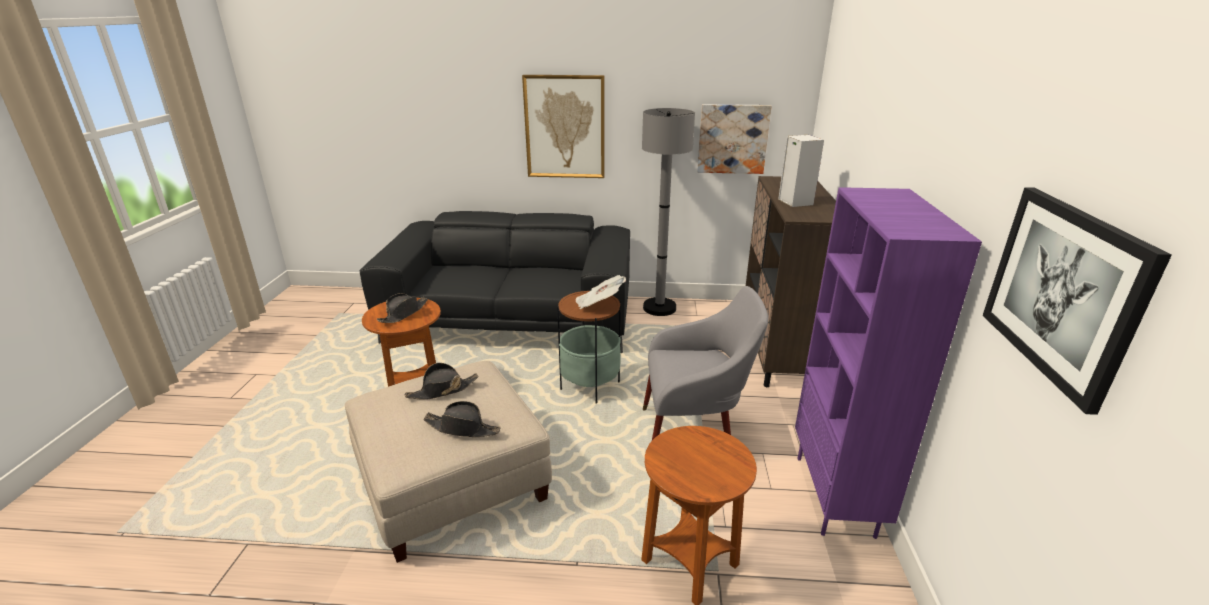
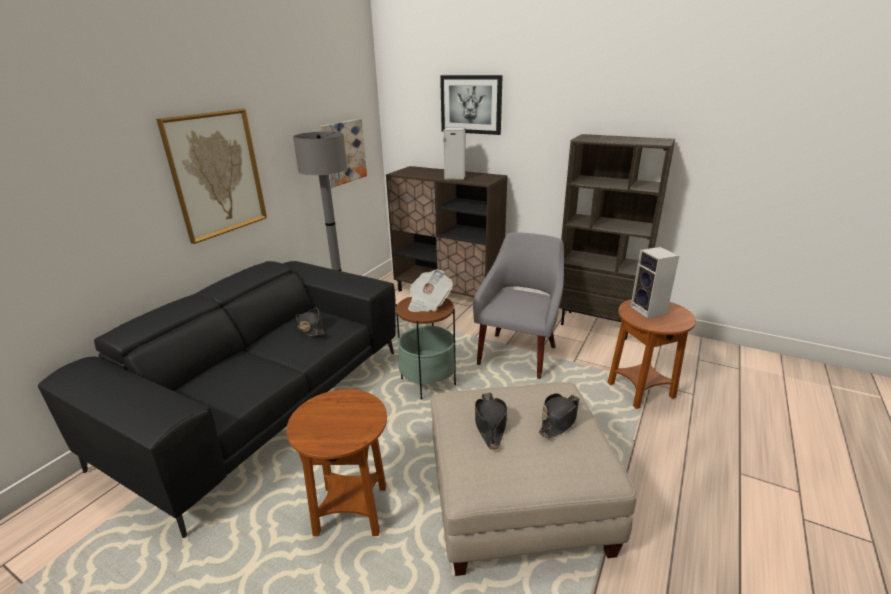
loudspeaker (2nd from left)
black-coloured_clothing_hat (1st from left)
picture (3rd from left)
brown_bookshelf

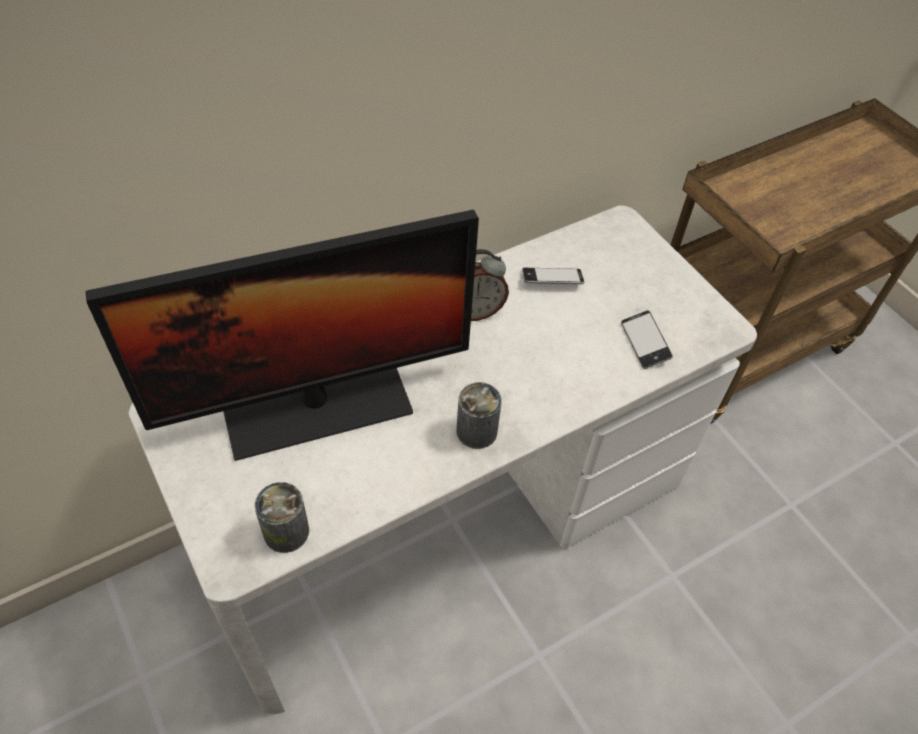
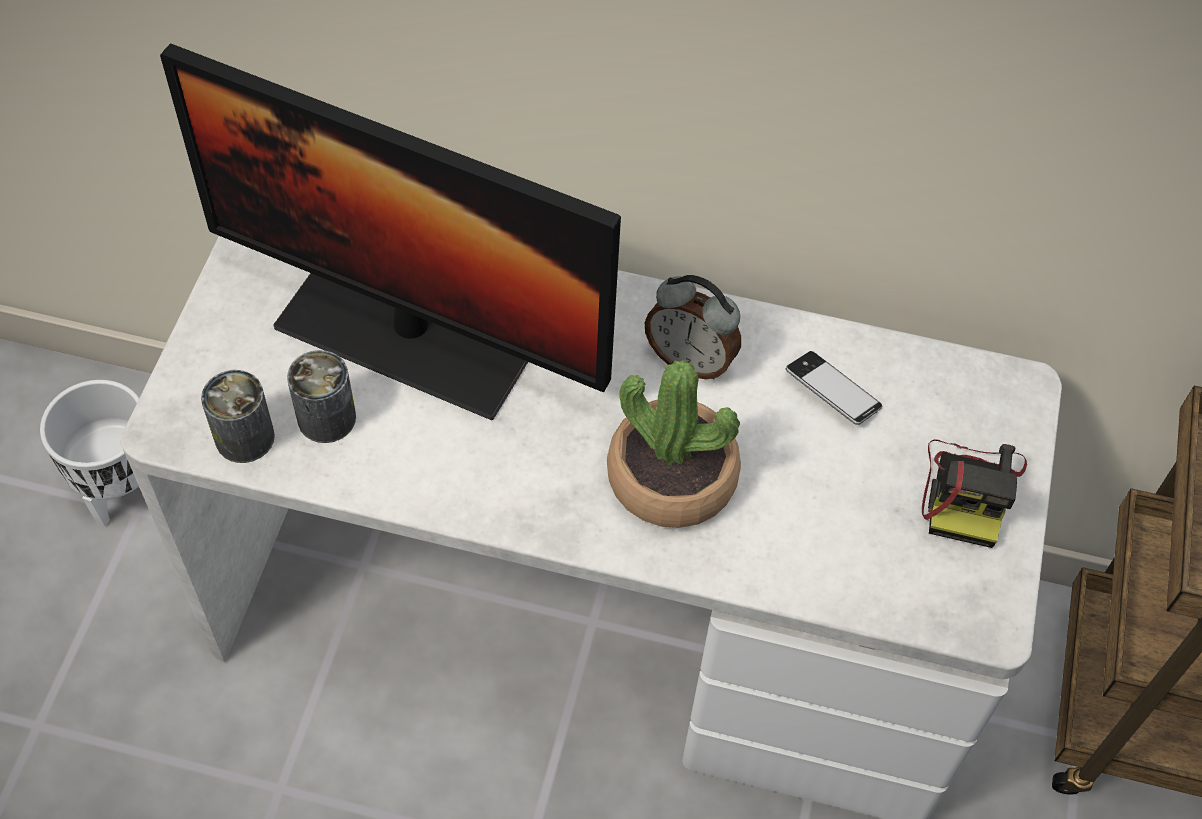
telephone (2nd from left in the first image)
whitish_flower_pot
plant_in_a_pot
photo_camera
can (2nd from left)

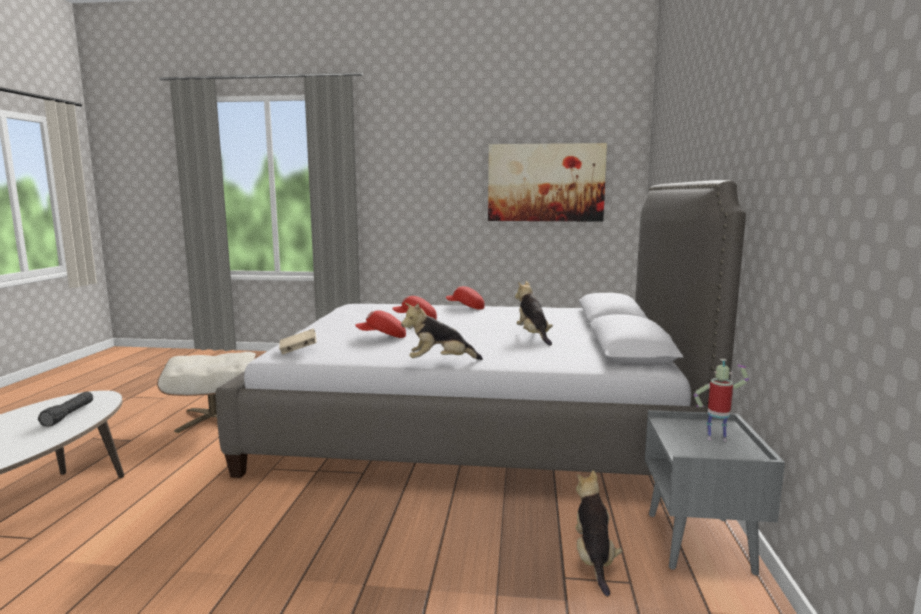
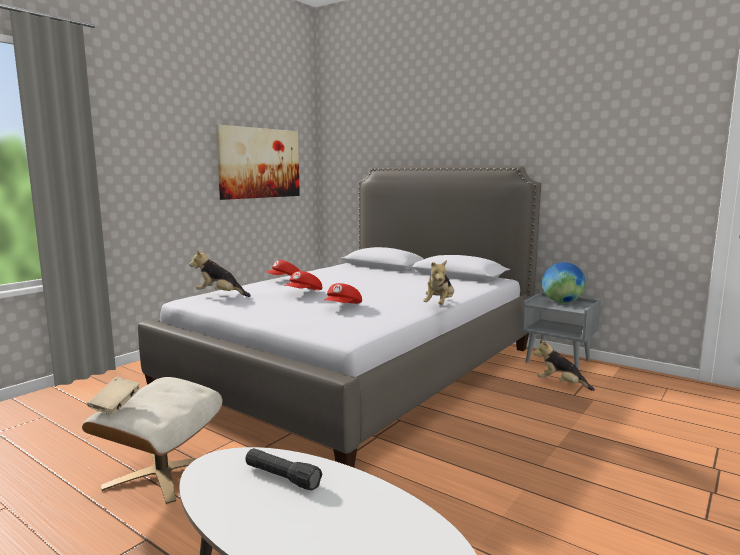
sand-coloured_volume
soft_toy (1st from left)
world_globe

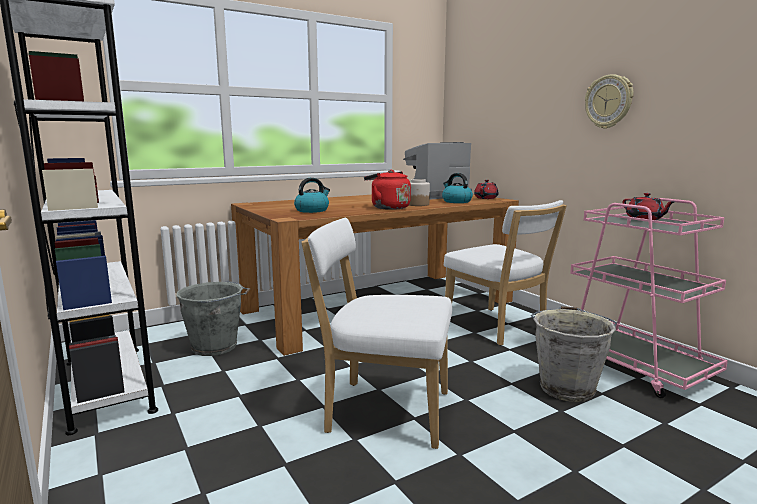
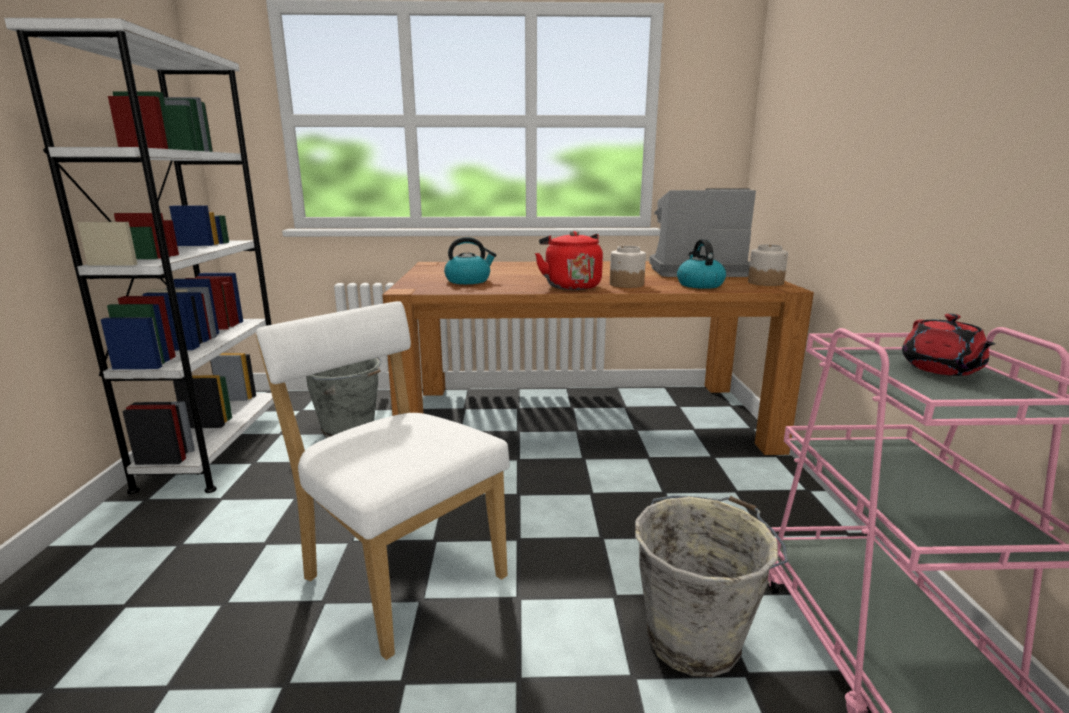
whitish_plain_chair (2nd from left in the first image)
wall_clock
jar (2nd from left)

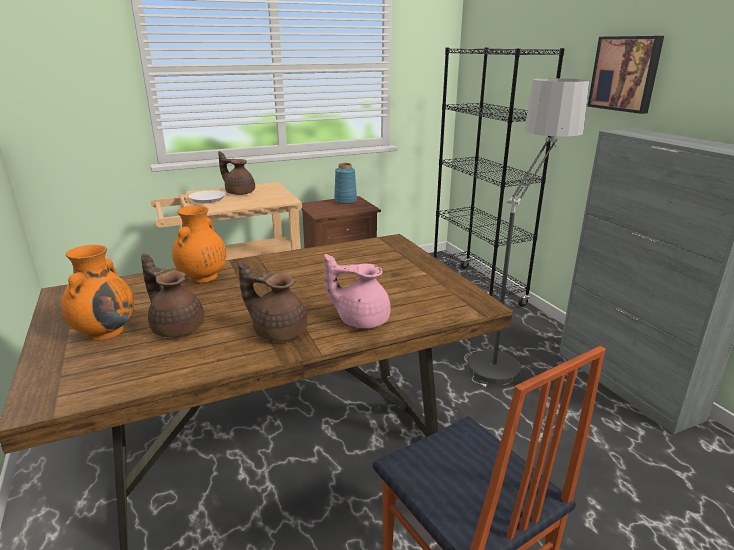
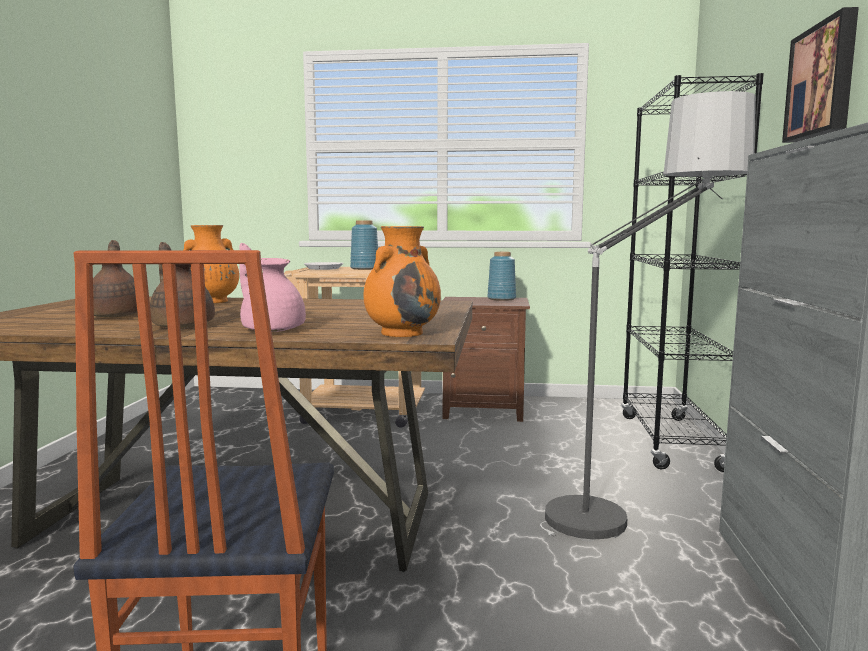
orange-coloured_decorative_vase (2nd from left)
blue-coloured_decorative_vase (1st from left)

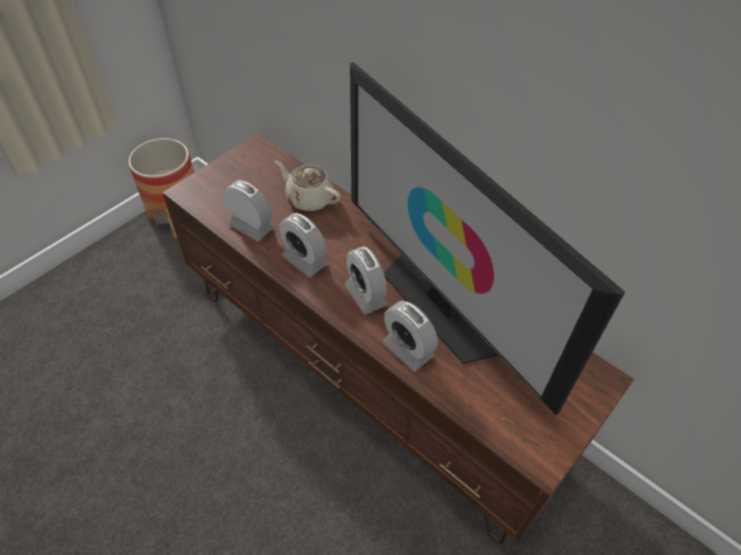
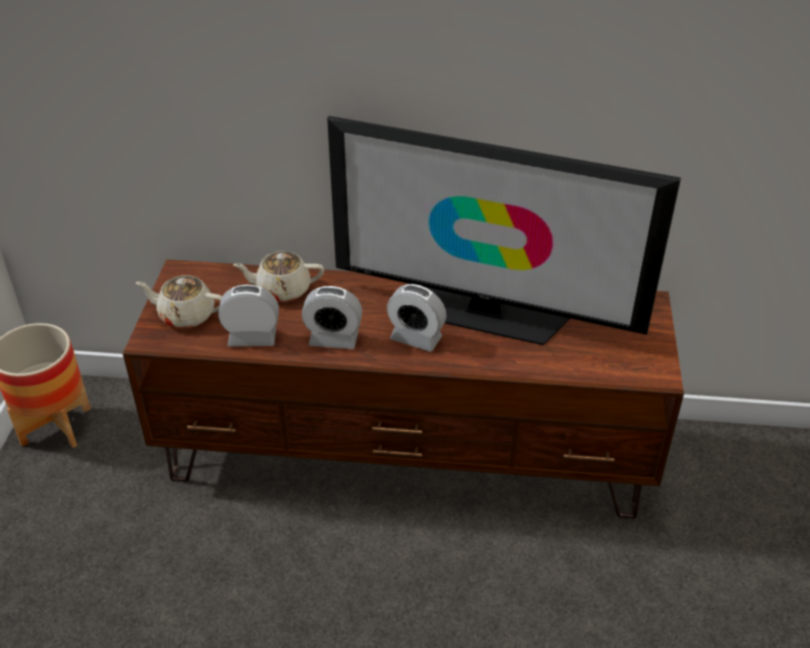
alarm_clock (4th from left in the first image)
sand-coloured_pot_for_tea (1st from left)

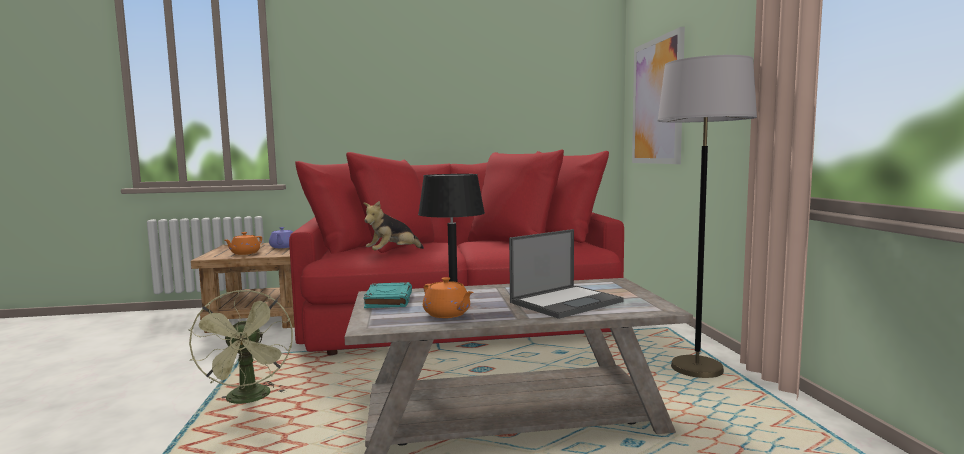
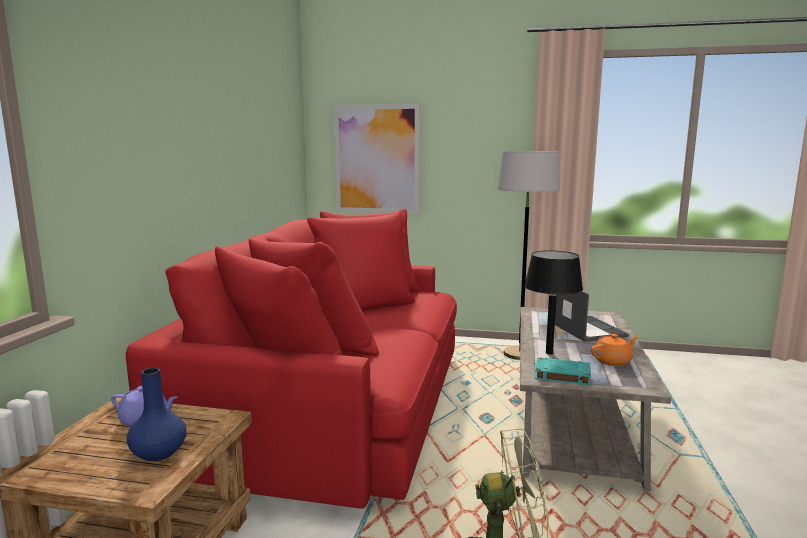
soft_toy
blue-coloured_decorative_vase

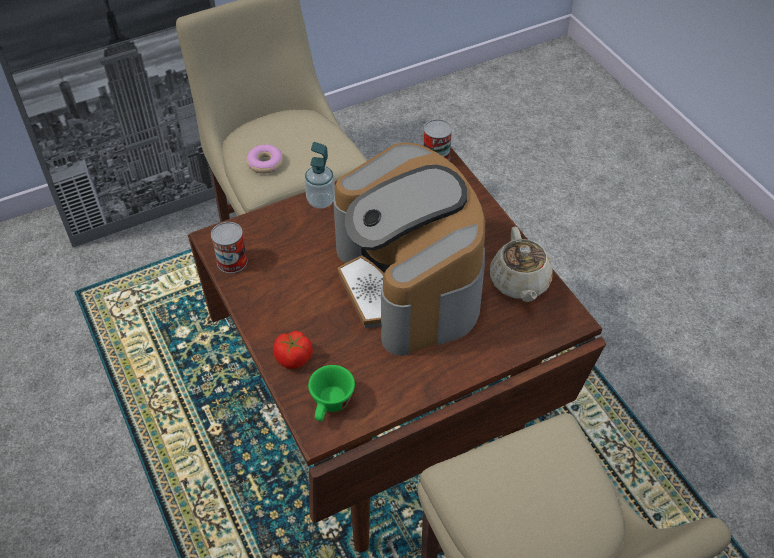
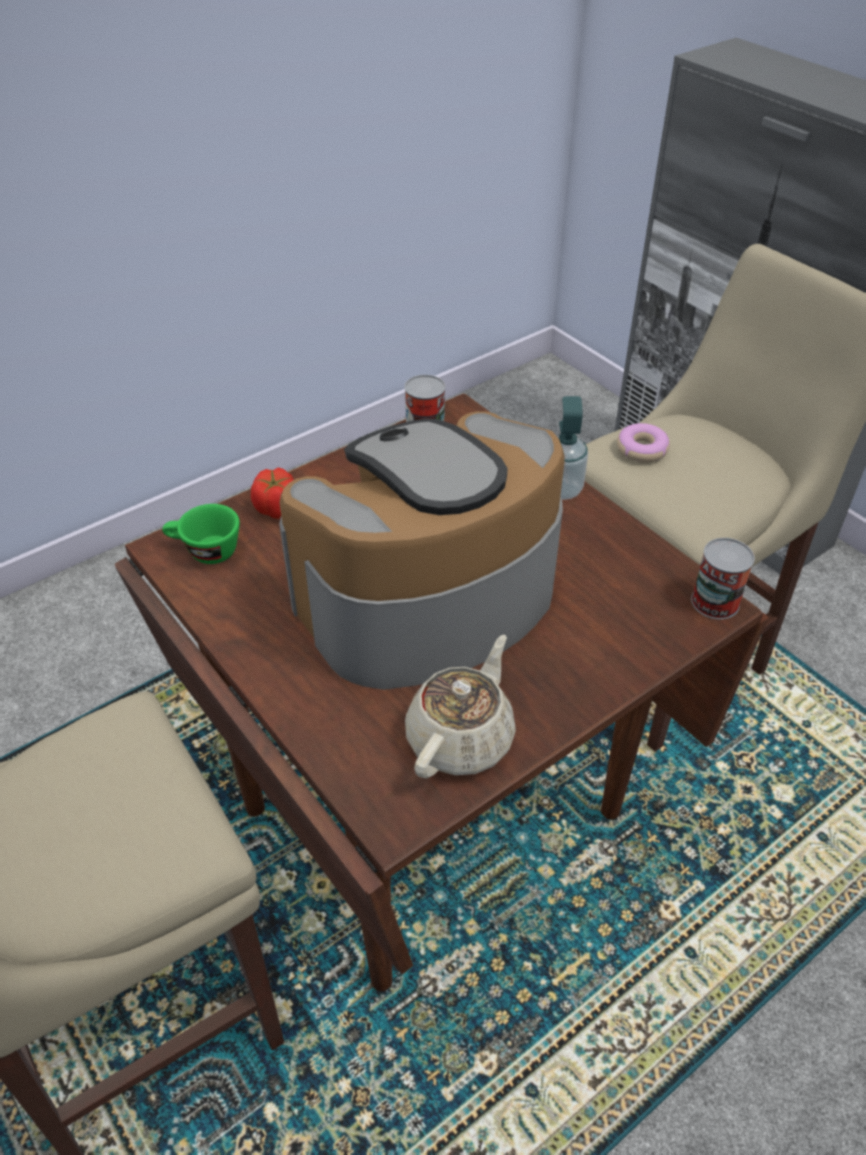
sand-coloured_pot_for_tea

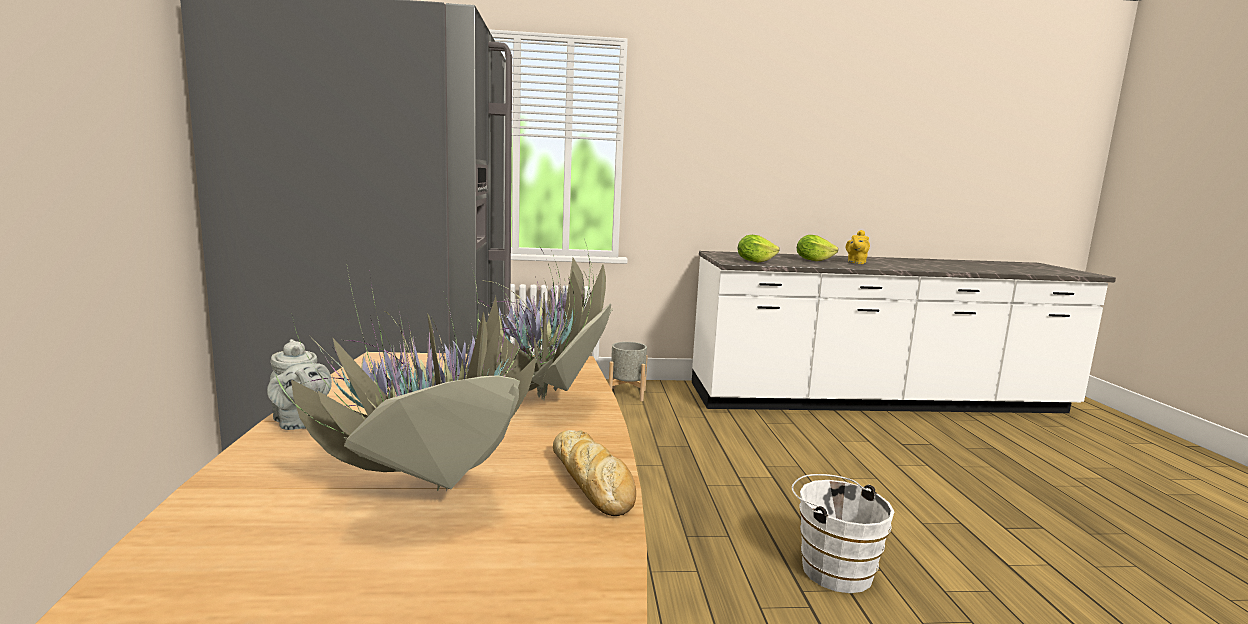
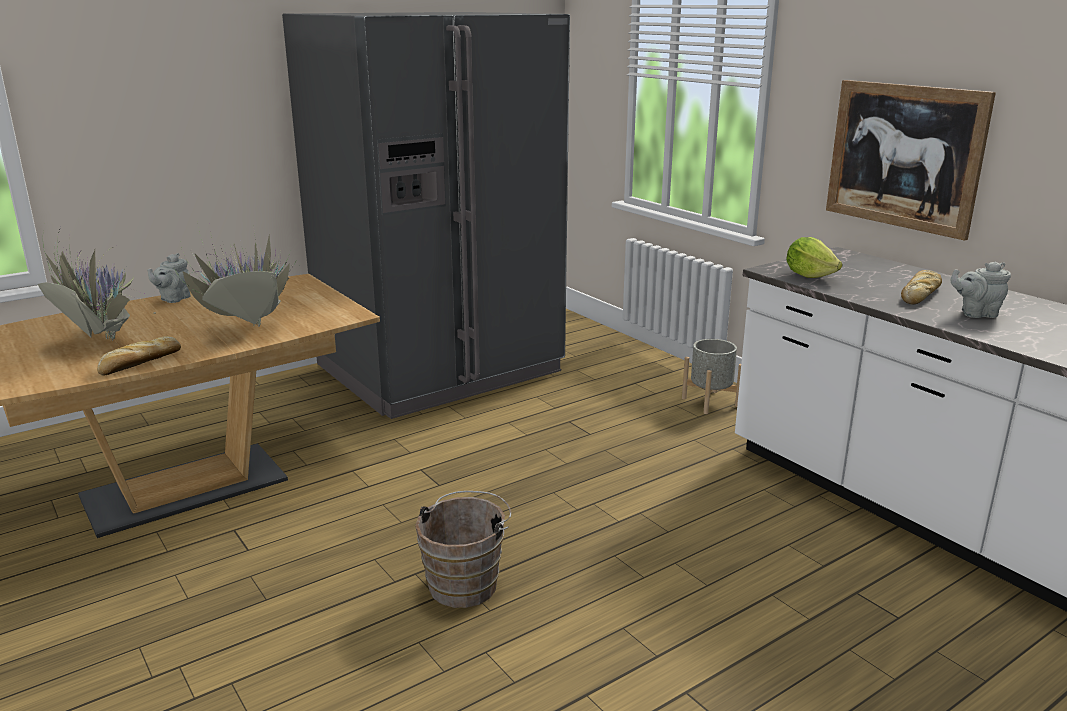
picture
bread (2nd from left)
brown_bucket
grey_pot_for_tea (2nd from left)

